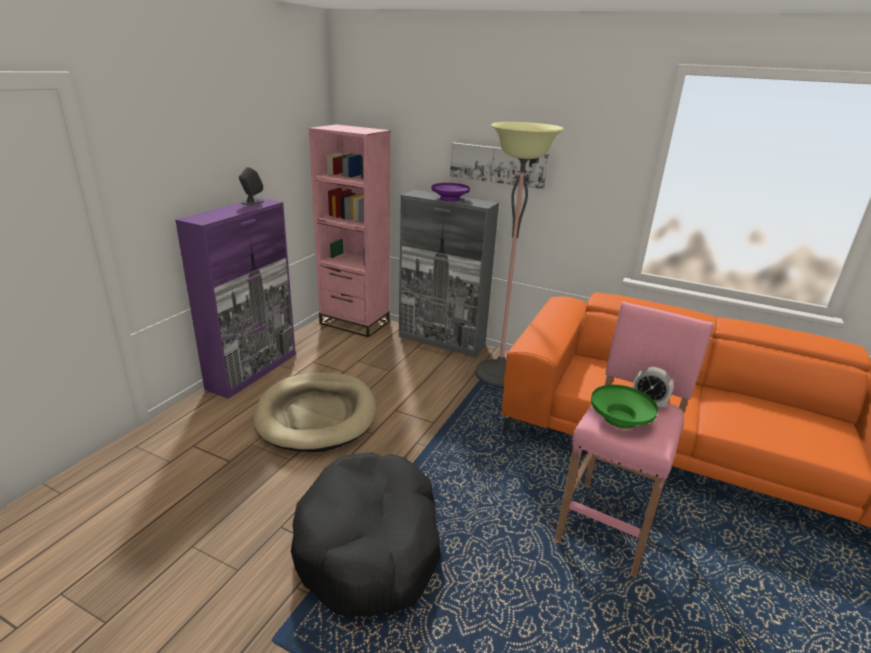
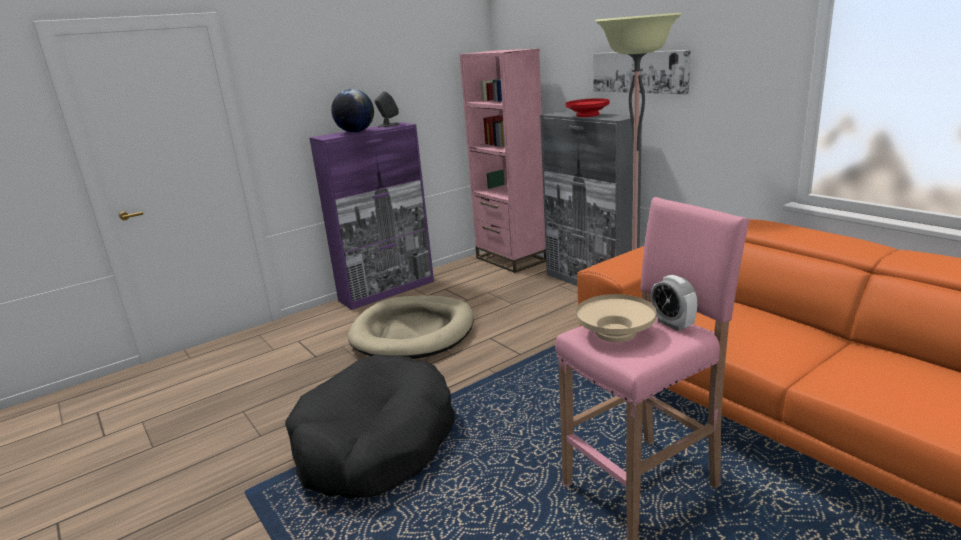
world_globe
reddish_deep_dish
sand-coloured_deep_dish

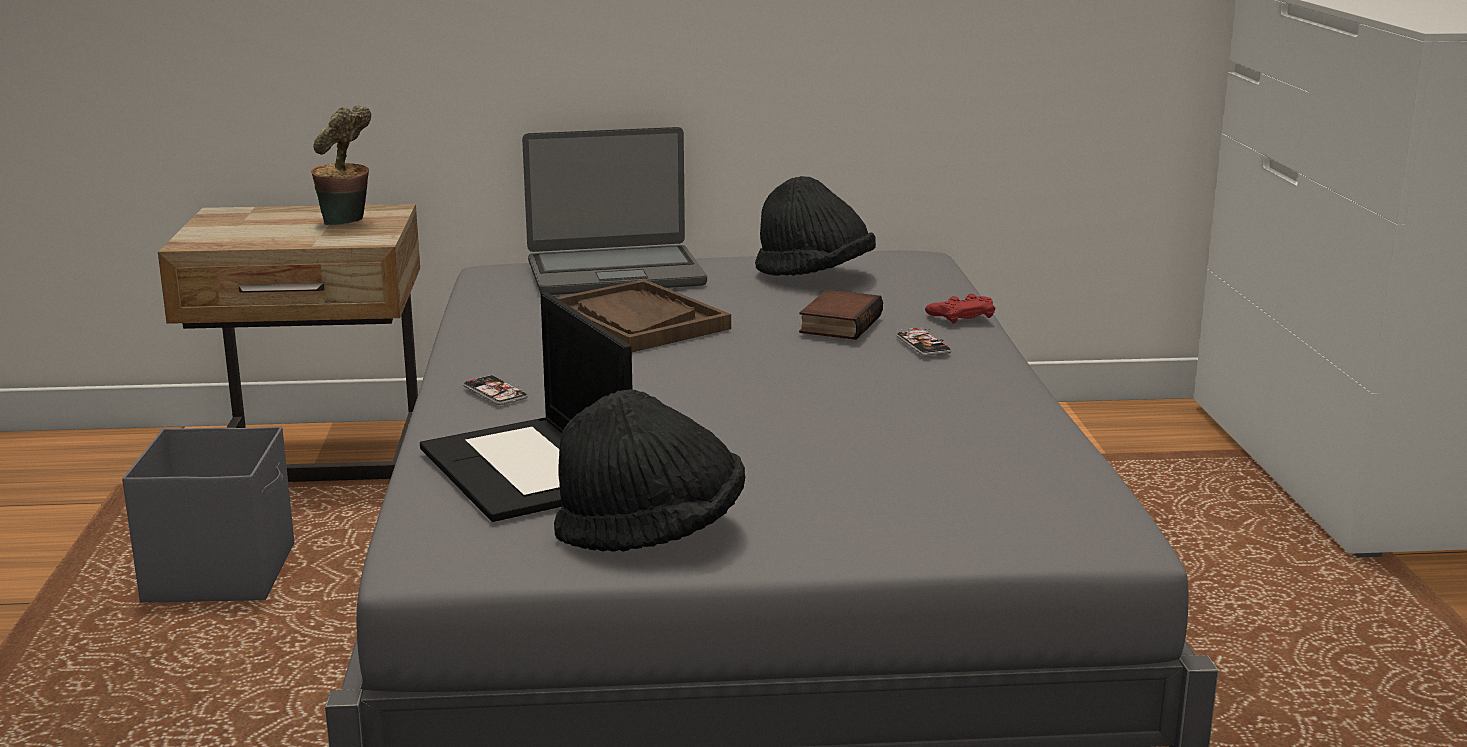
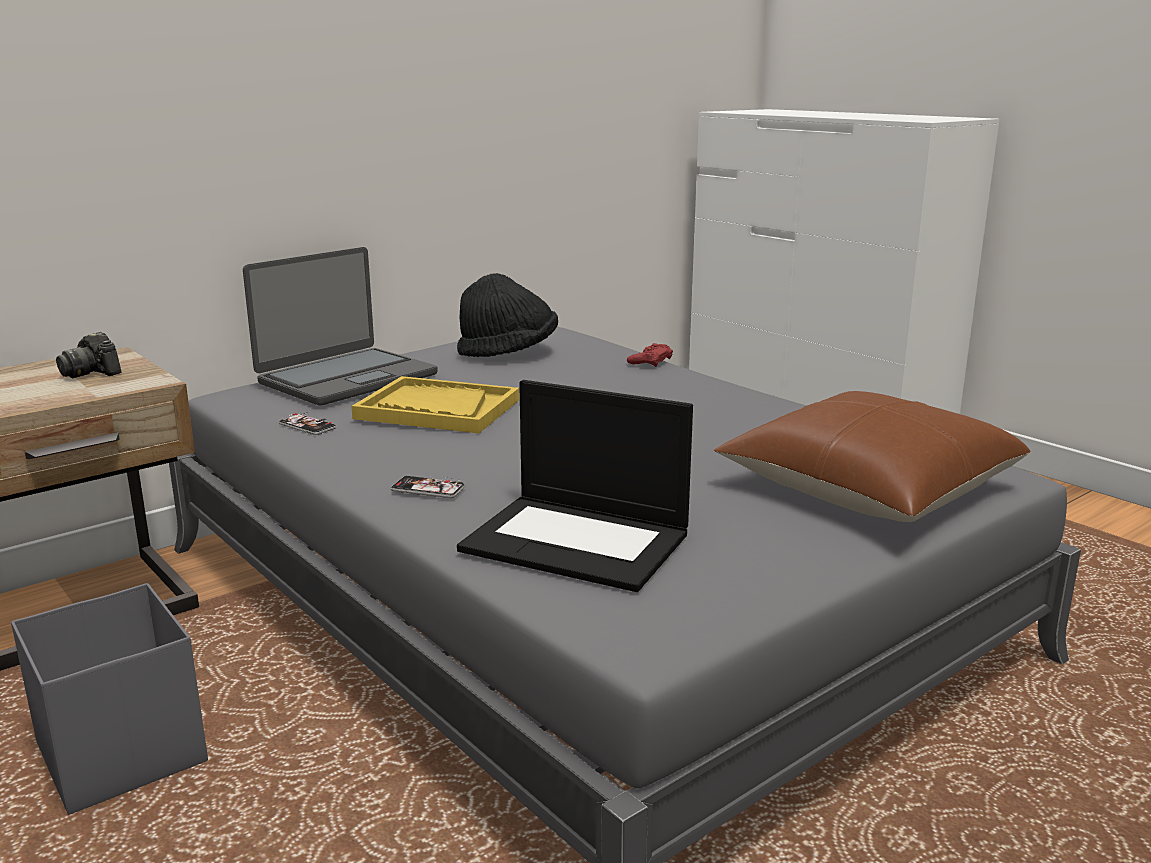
black-coloured_clothing_hat (1st from left in the first image)
volume
brown_cushion
telephone (1st from left)
photo_camera
yellowish_tray

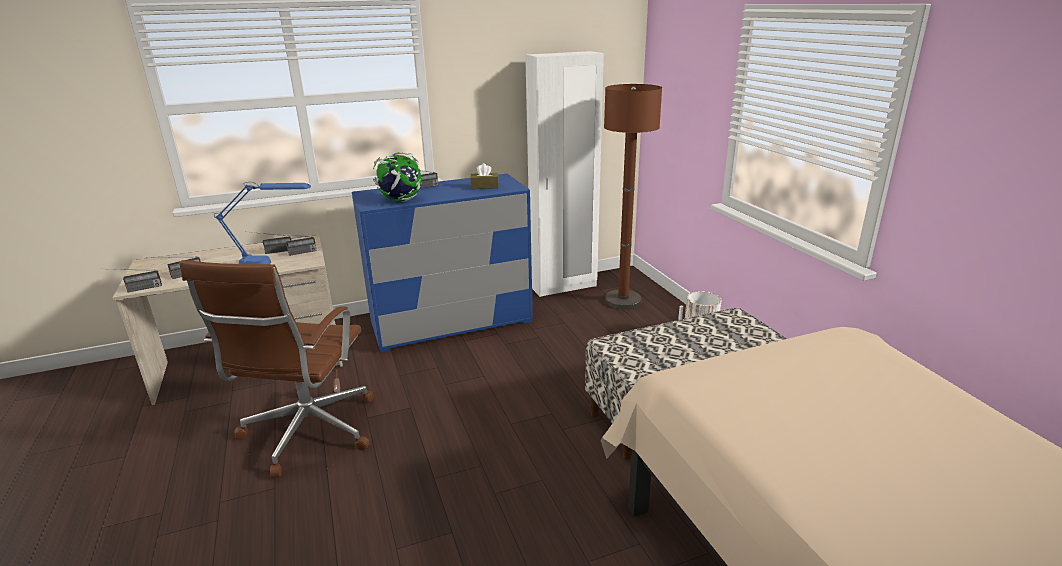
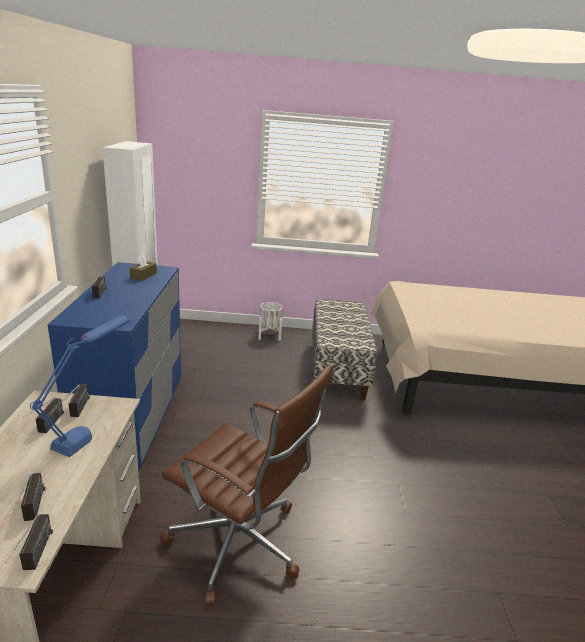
world_globe
brown_standard_lamp

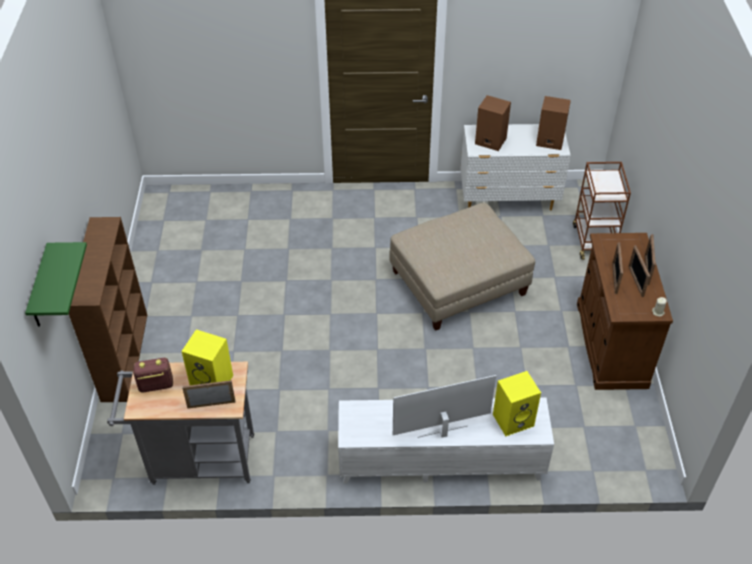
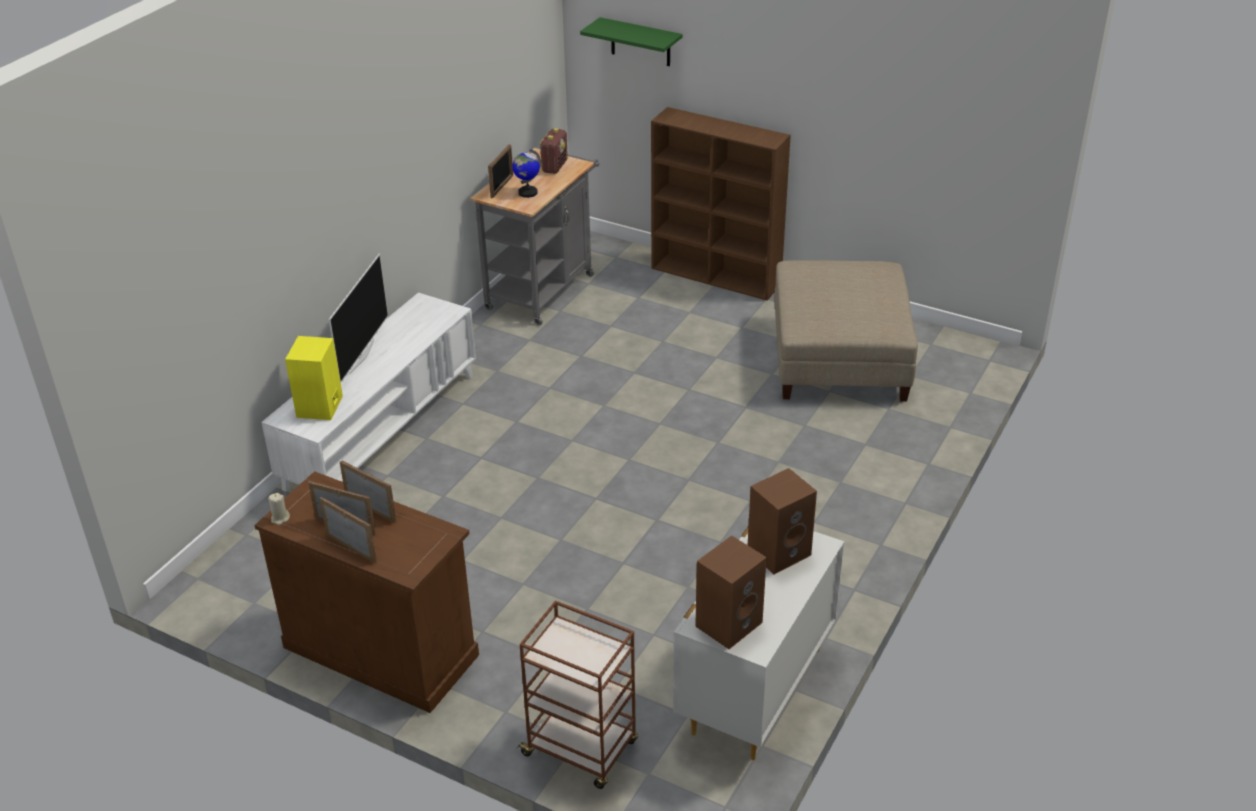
sand-coloured_pouffe
world_globe

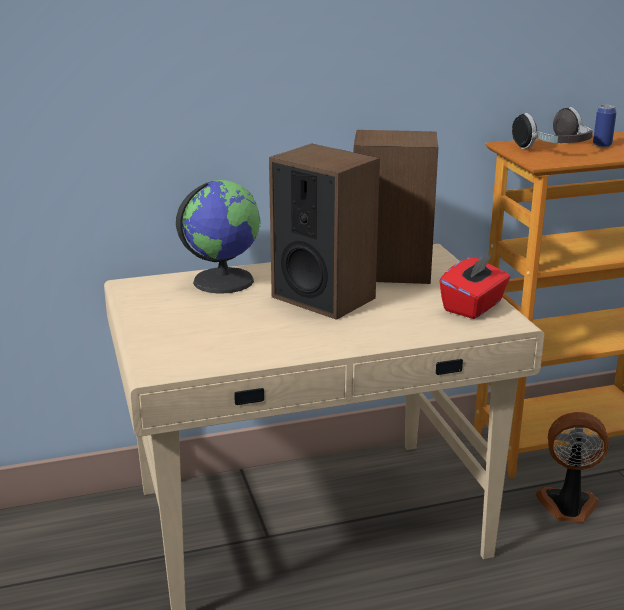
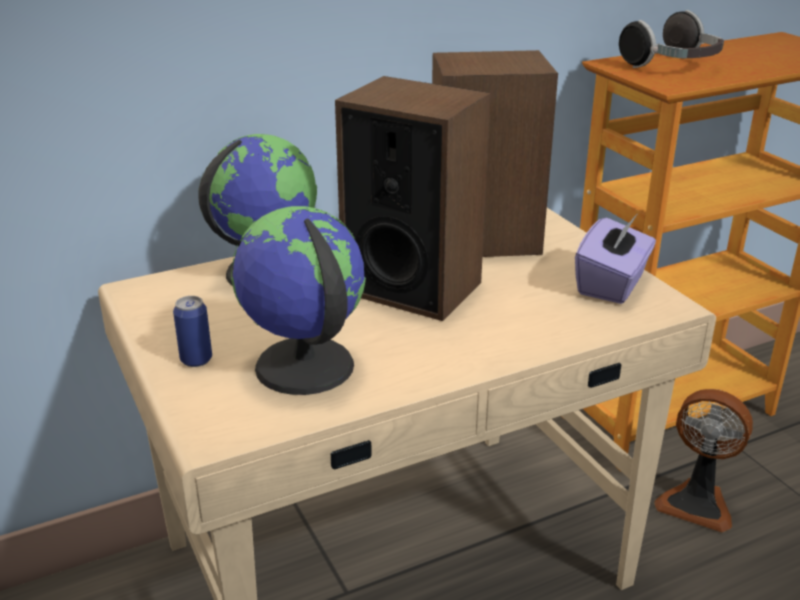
world_globe (2nd from left)
can
purplish_tissue_holder
cooling_fan

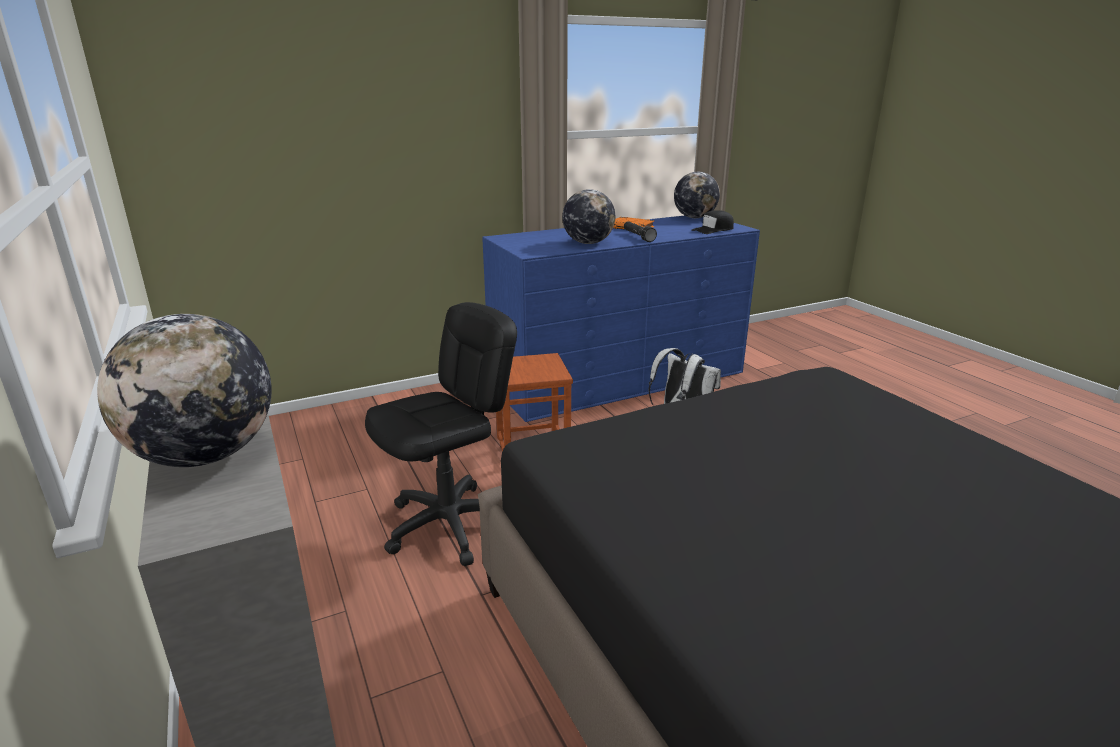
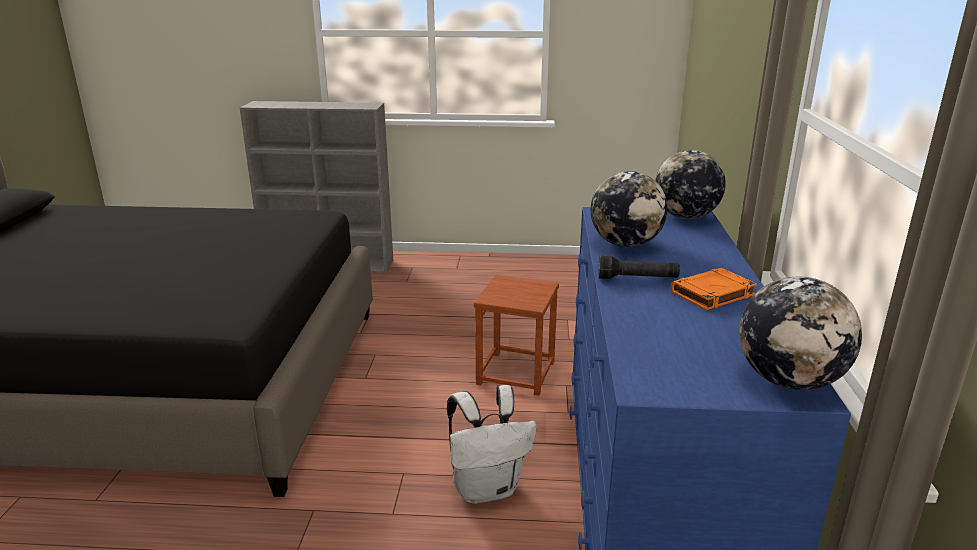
black-coloured_computer_chair
black-coloured_peaked_cap
world_globe (2nd from left)

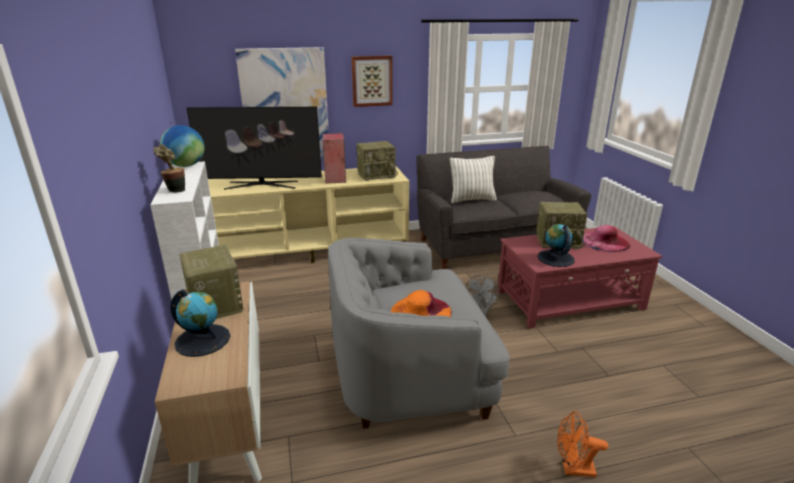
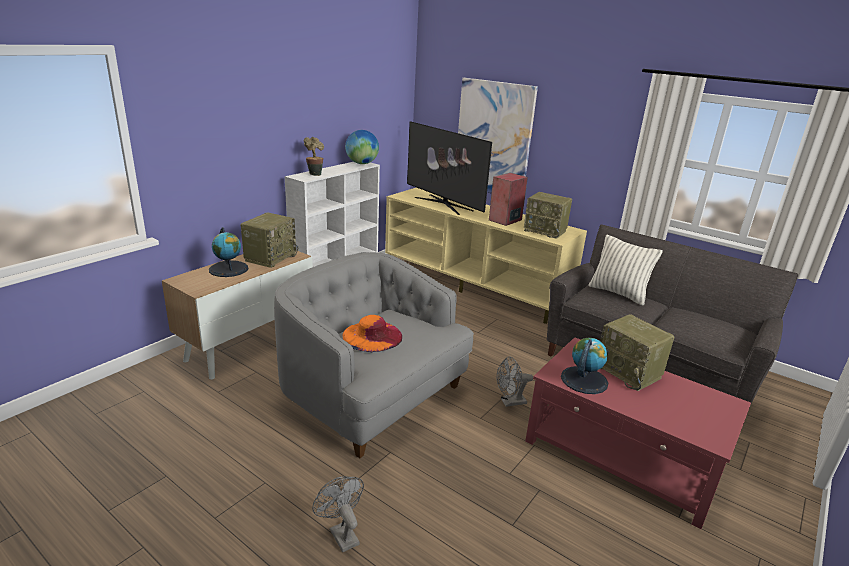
picture (2nd from left in the first image)
pink_clothing_hat
grey_cooling_fan (1st from left)

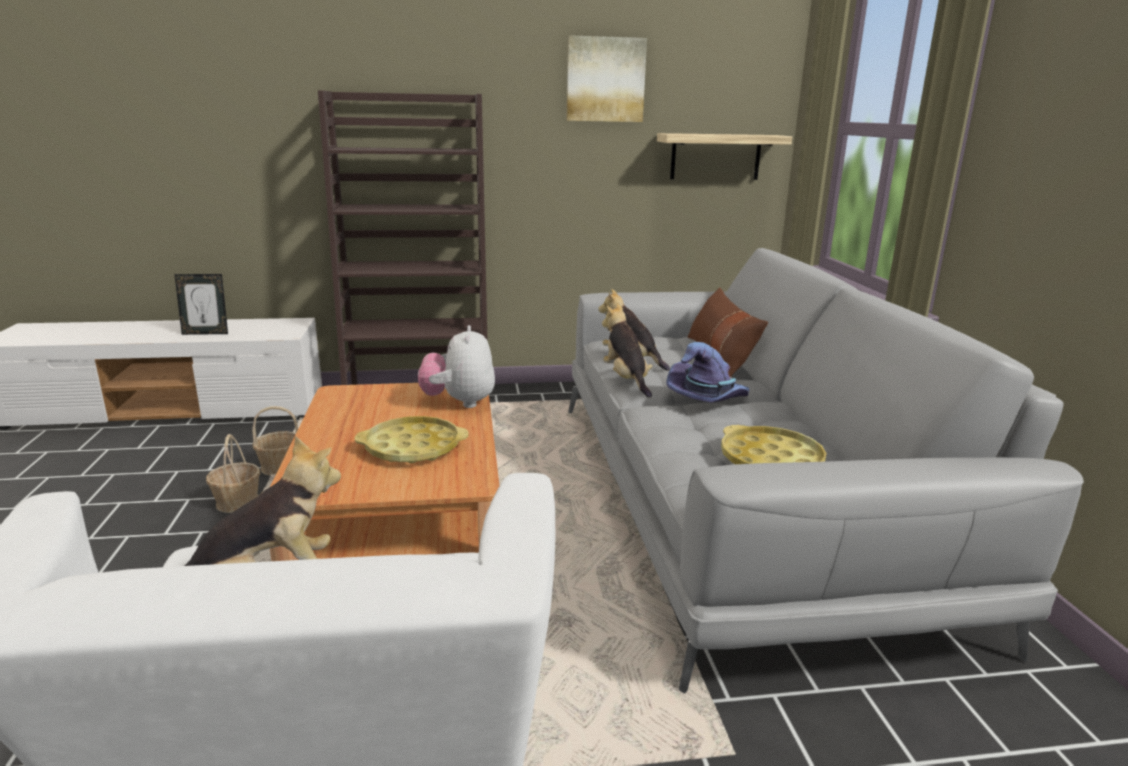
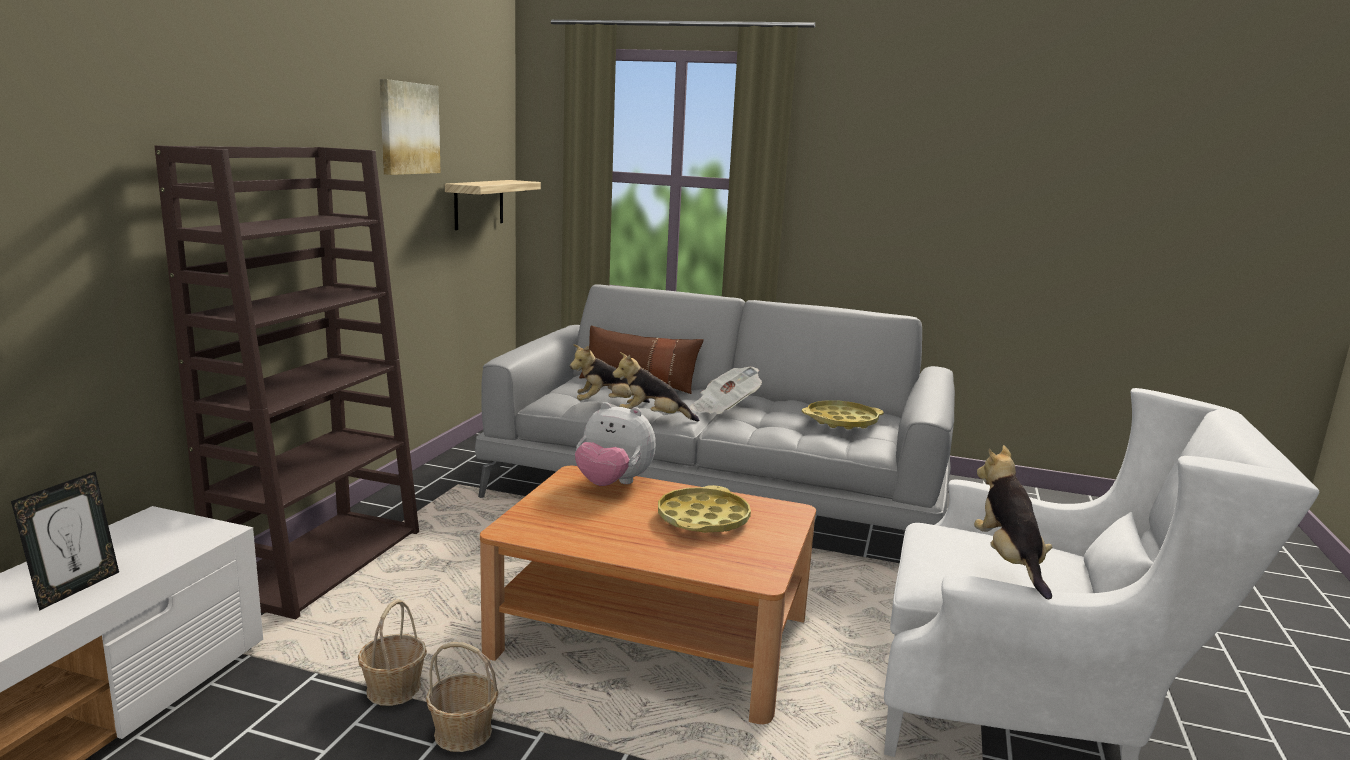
newspaper

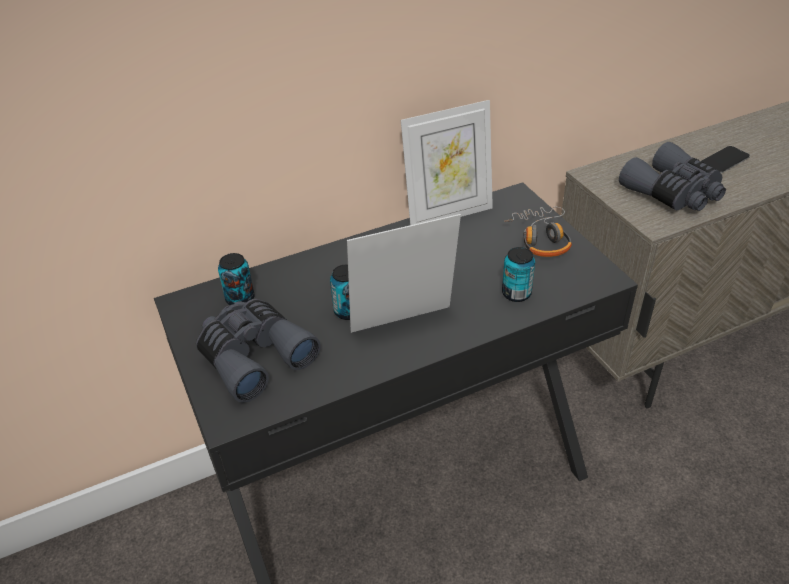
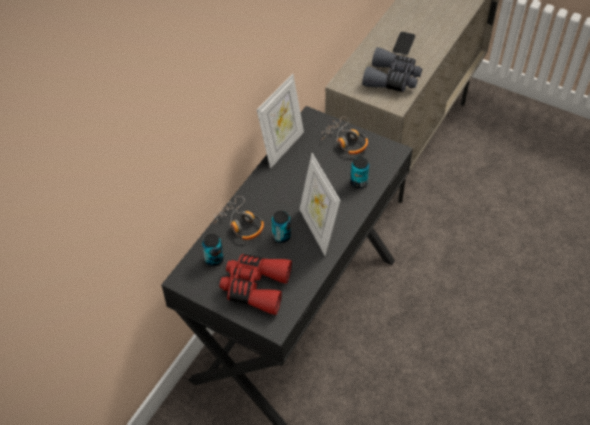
pair_of_headphones (1st from left)
reddish_binoculars
picture_frame (2nd from left)

